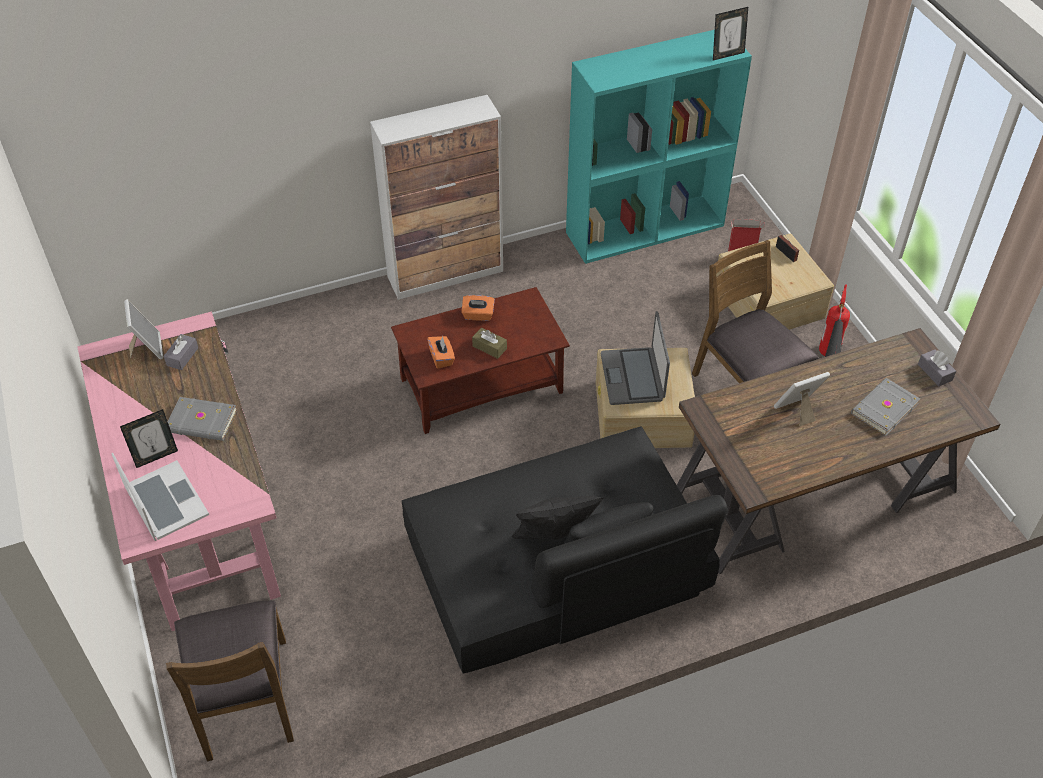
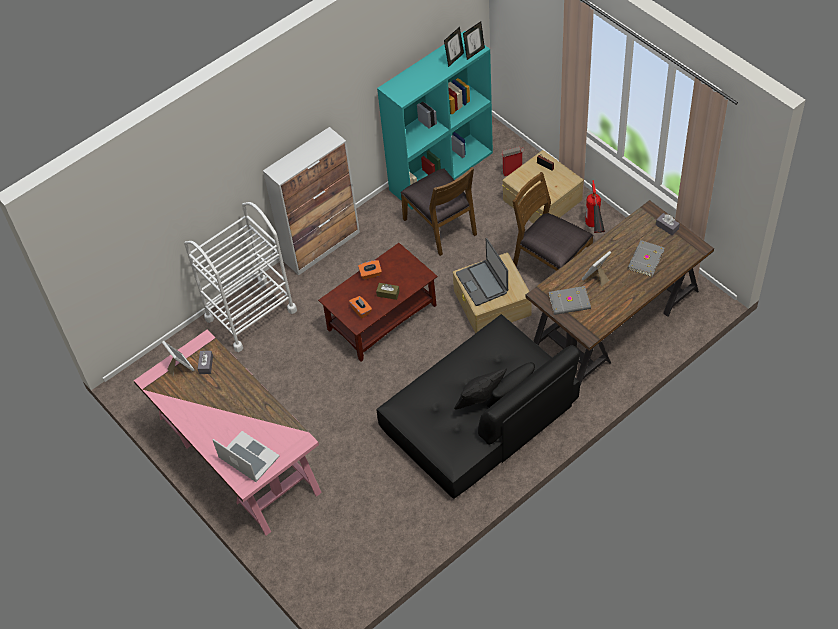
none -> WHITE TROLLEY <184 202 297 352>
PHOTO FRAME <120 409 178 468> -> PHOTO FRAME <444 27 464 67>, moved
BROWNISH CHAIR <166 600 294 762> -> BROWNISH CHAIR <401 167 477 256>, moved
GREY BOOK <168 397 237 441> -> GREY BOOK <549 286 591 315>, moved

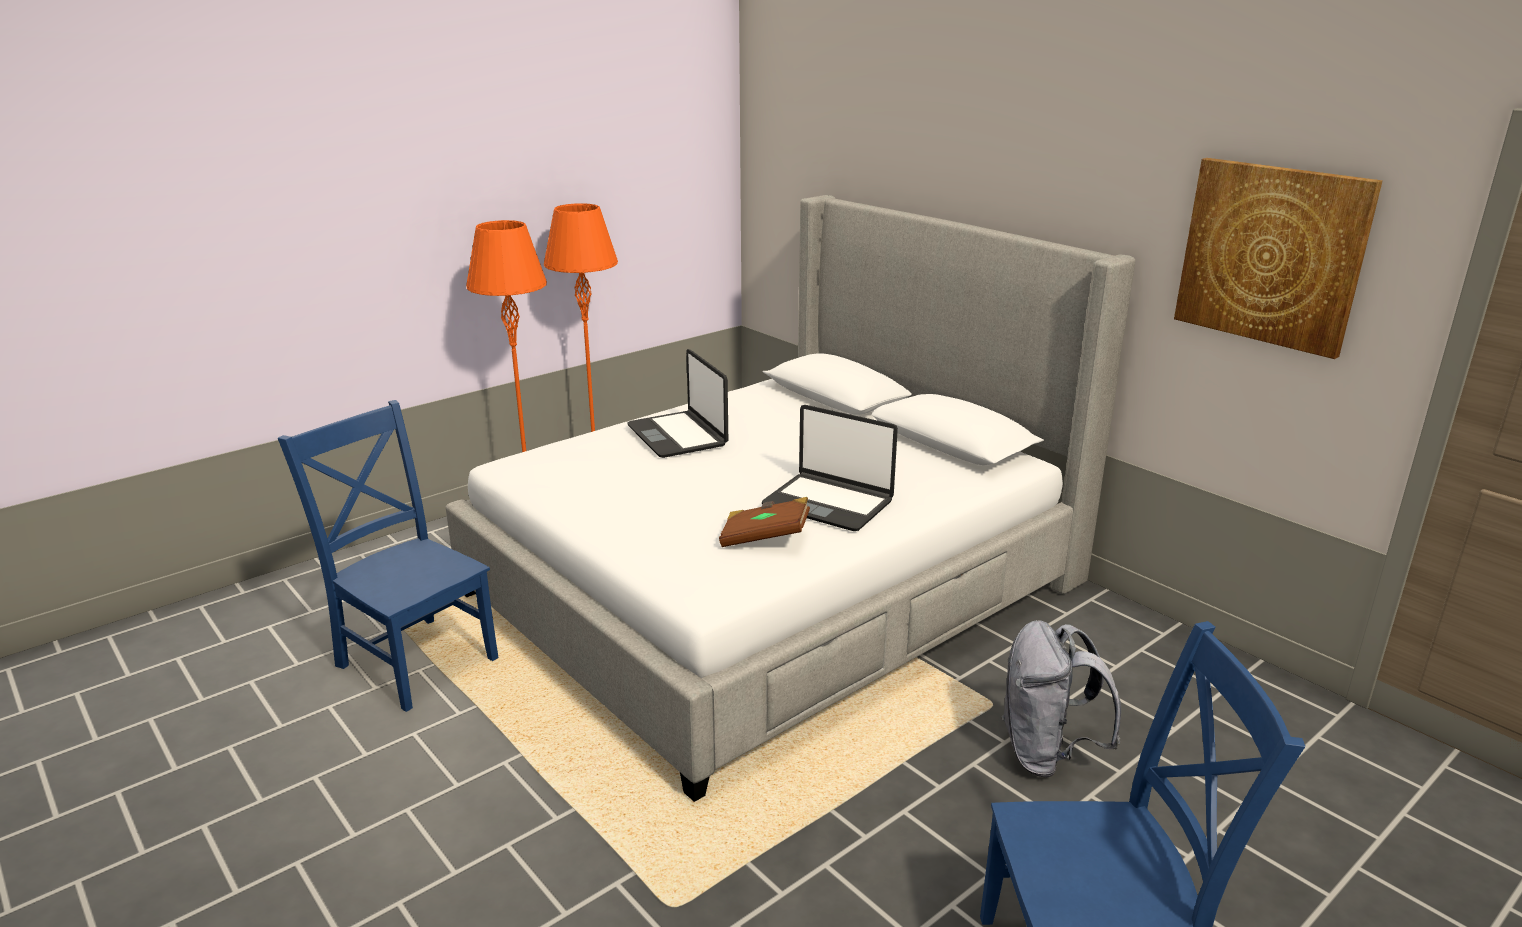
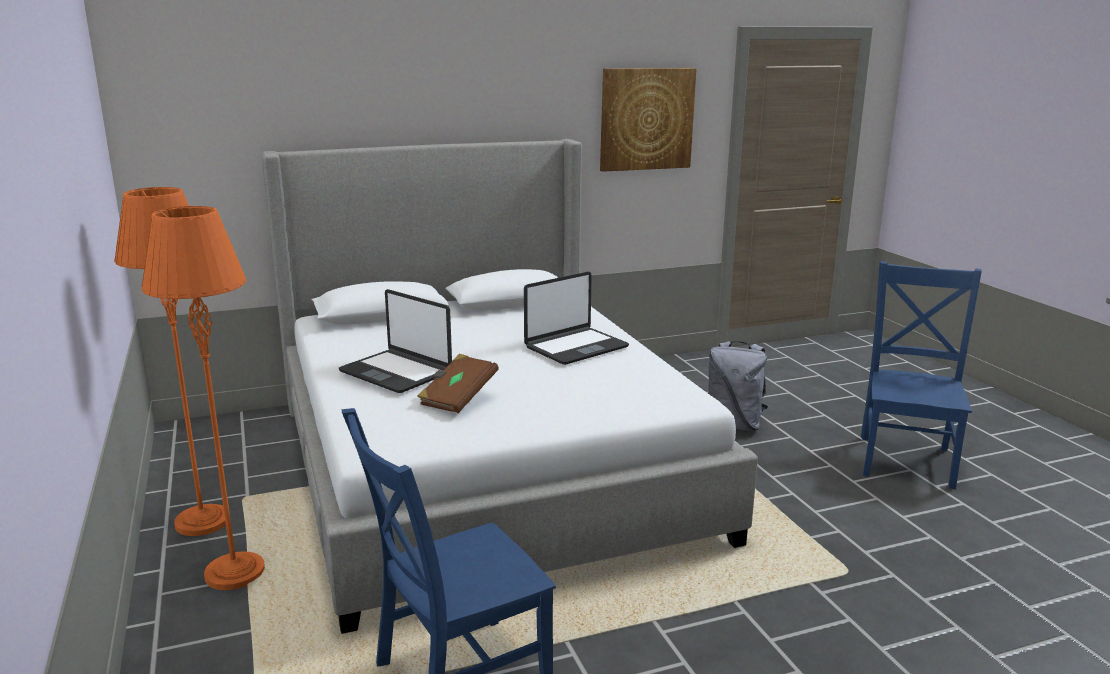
BROWNISH BOOK <719 497 810 547> -> BROWNISH BOOK <417 354 499 413>, moved
PORTABLE COMPUTER <627 349 729 458> -> PORTABLE COMPUTER <339 289 452 393>, 45 degrees clockwise

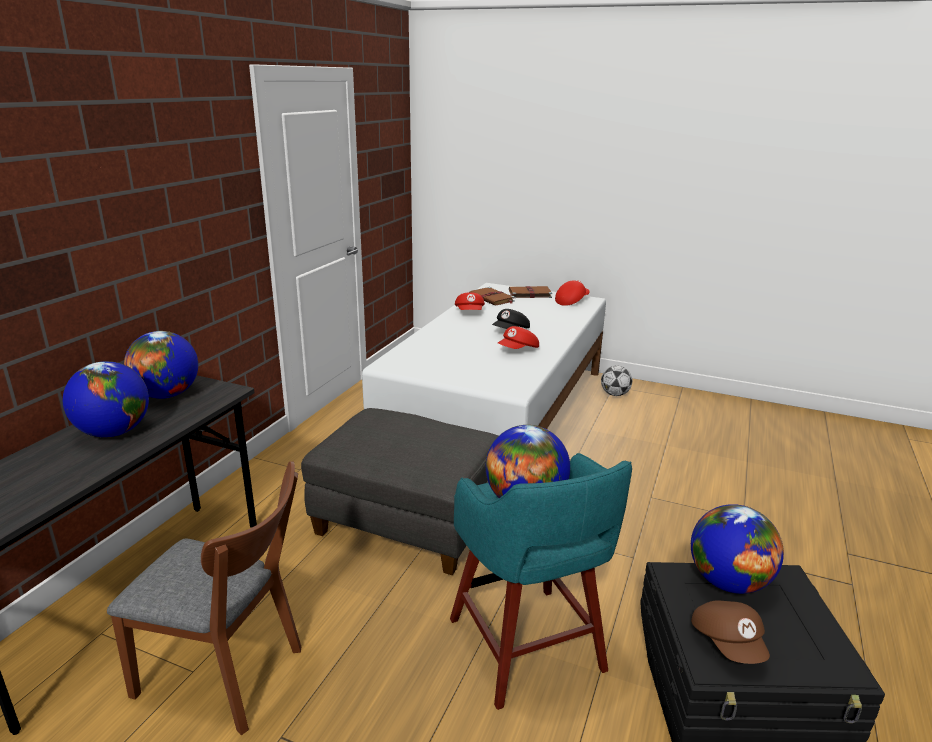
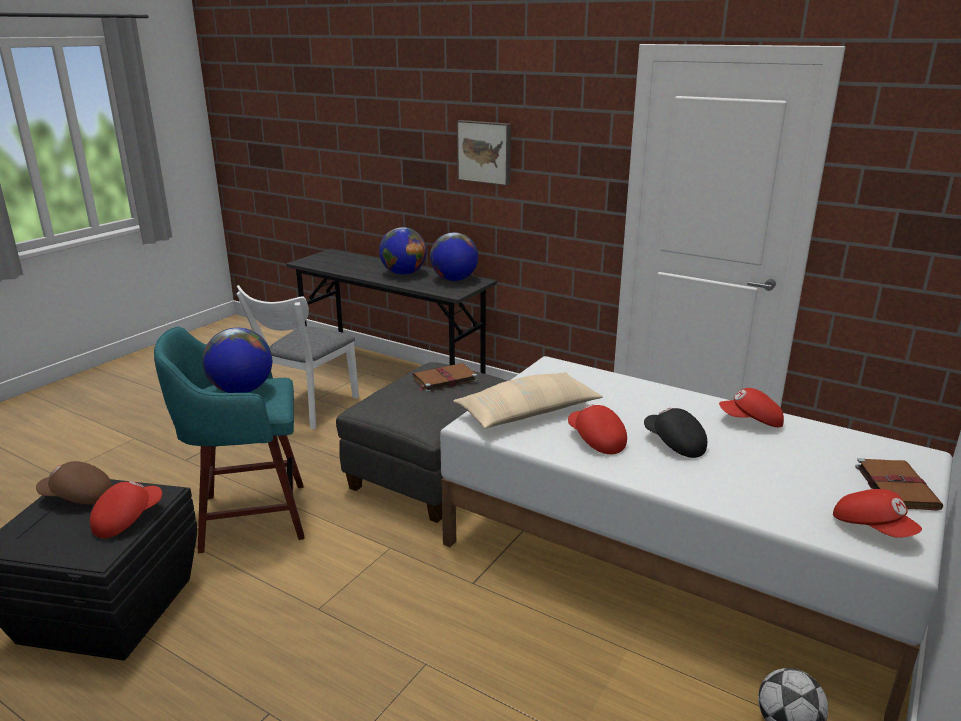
none -> BEIGE-COLOURED CUSHION <453 372 603 429>
none -> WALL PICTURE <457 120 511 186>
BROWNISH BOOK <470 287 515 305> -> BROWNISH BOOK <413 363 478 392>, moved
GLOBE <691 504 784 594> -> RED-COLOURED PEAKED CAP <90 481 162 538>
BROWNISH CHAIR <107 461 301 735> -> WHITE CHAIR <236 285 359 429>

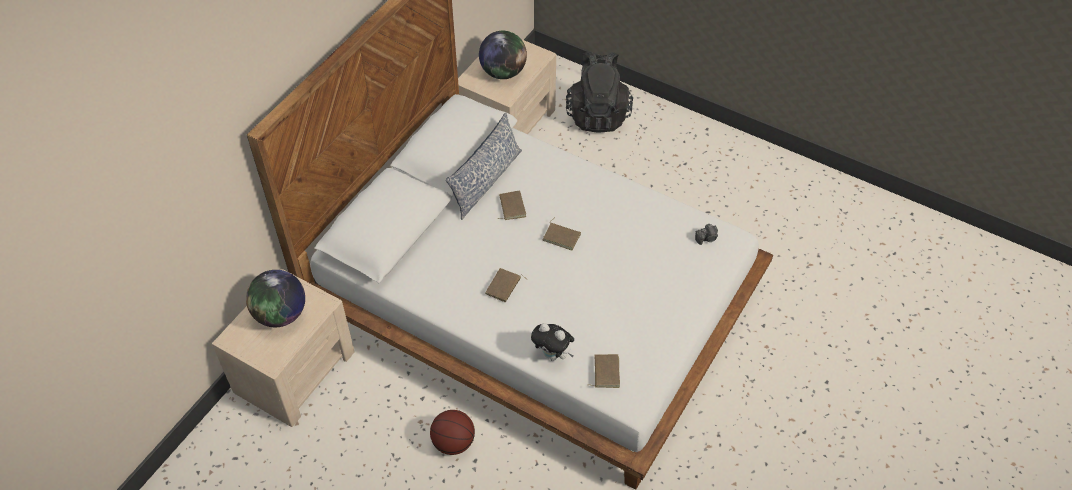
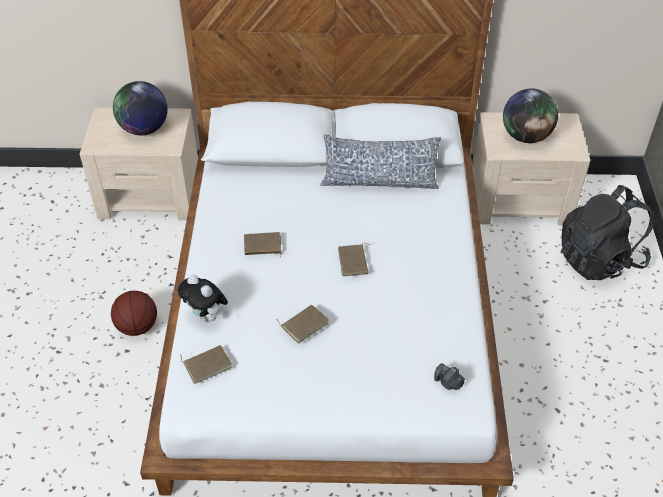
BROWNISH BOOK <498 190 526 220> -> BROWNISH BOOK <276 304 329 343>, moved
CUDDLY TOY <531 323 574 361> -> CUDDLY TOY <177 275 228 322>, 45 degrees counterclockwise

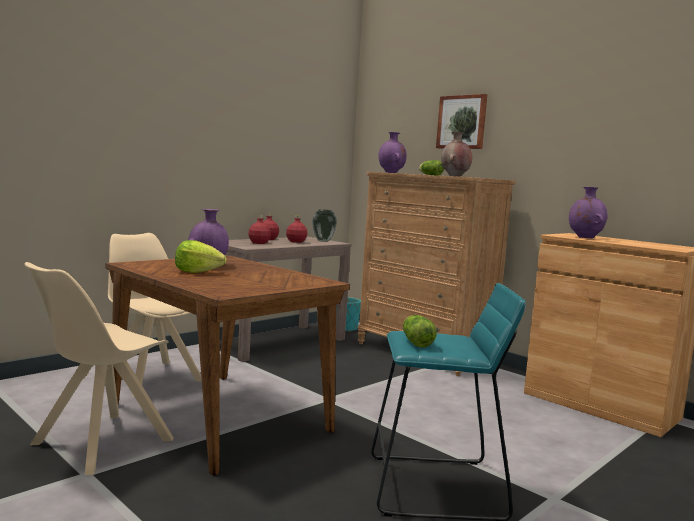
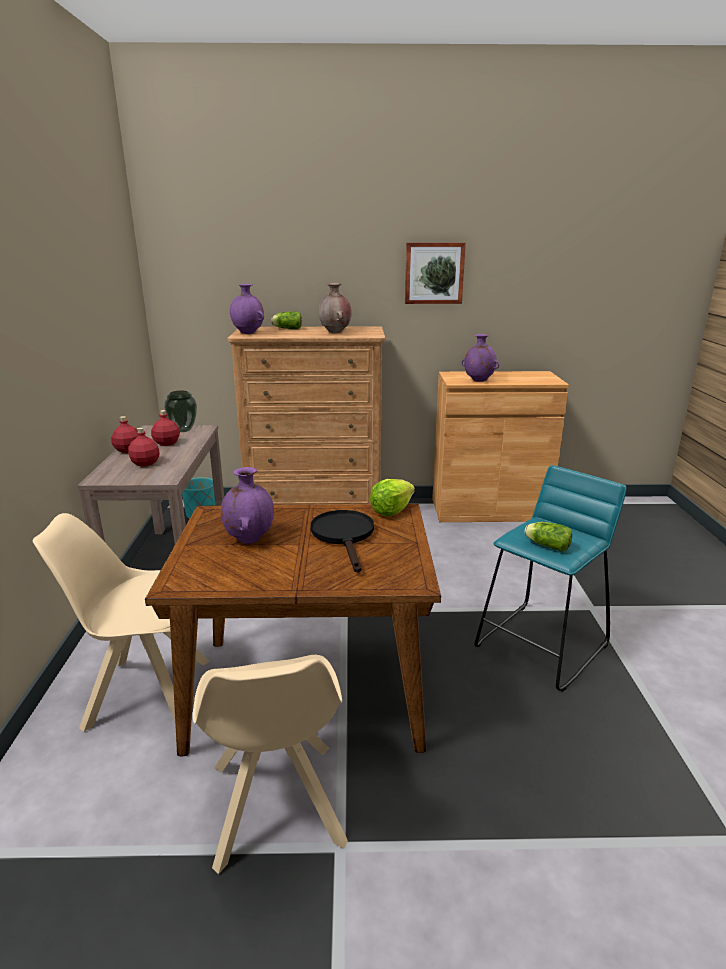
none -> BLACK-COLOURED PAN <311 510 374 573>
HEAD OF LETTUCE <175 240 227 273> -> HEAD OF LETTUCE <370 479 415 516>, moved
WALL PICTURE <436 94 487 149> -> WALL PICTURE <405 243 466 304>, moved

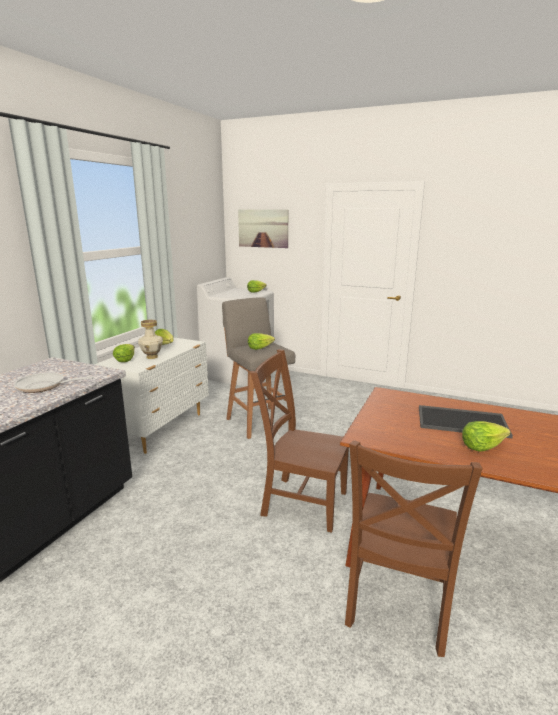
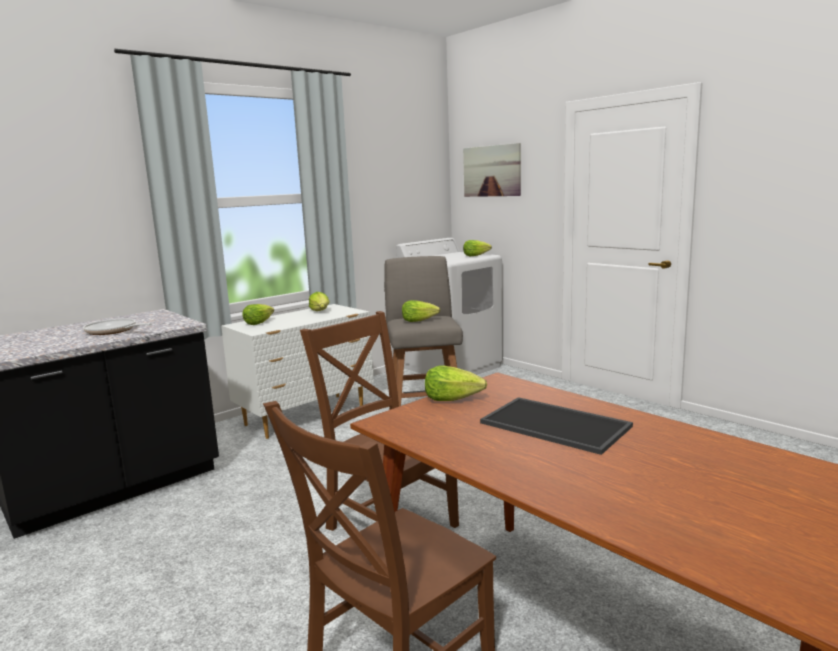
VASE <138 320 163 359> -> none
HEAD OF LETTUCE <462 421 511 452> -> HEAD OF LETTUCE <425 366 487 401>, moved

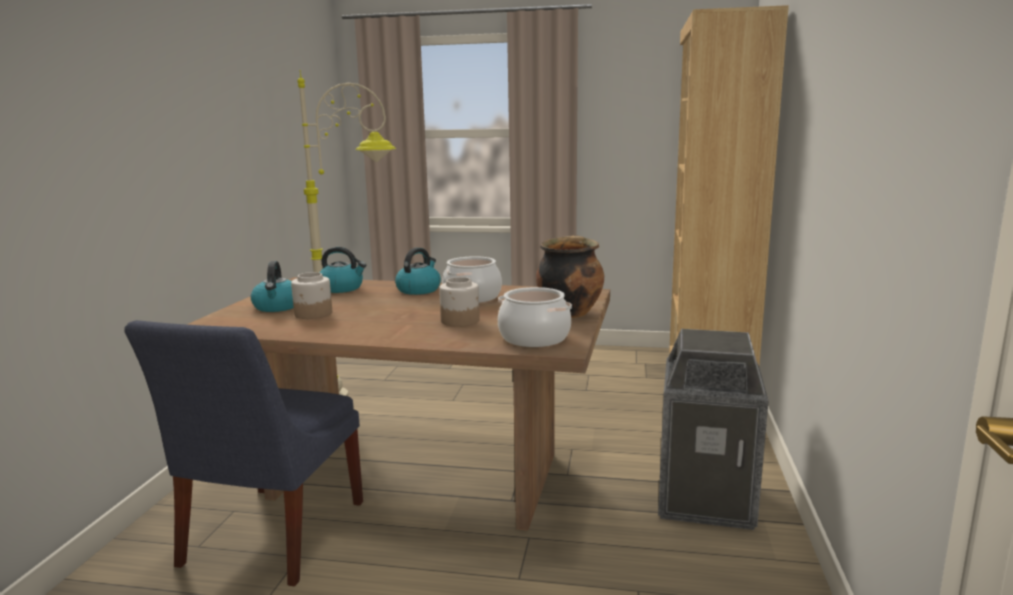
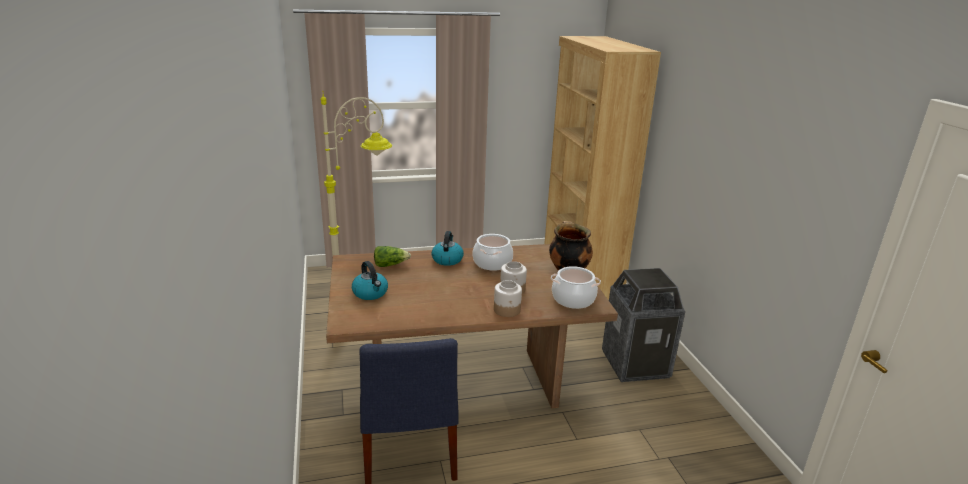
STORAGE JAR <291 272 332 319> -> STORAGE JAR <494 280 522 317>, moved
WATER KETTLE <320 247 366 293> -> HEAD OF LETTUCE <374 246 411 267>

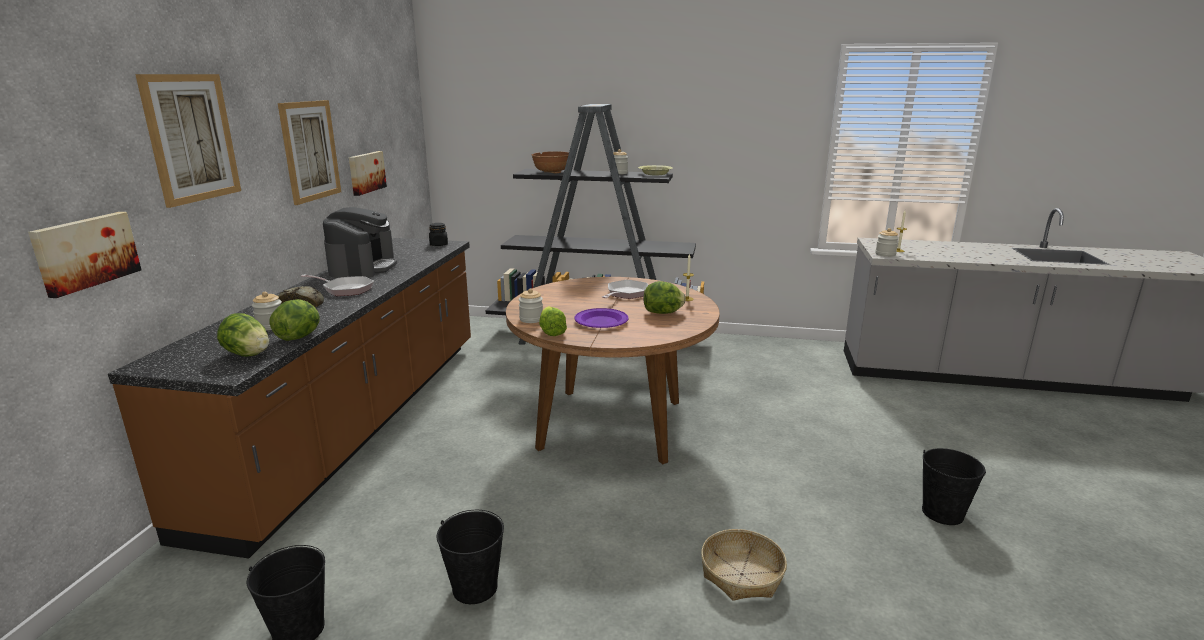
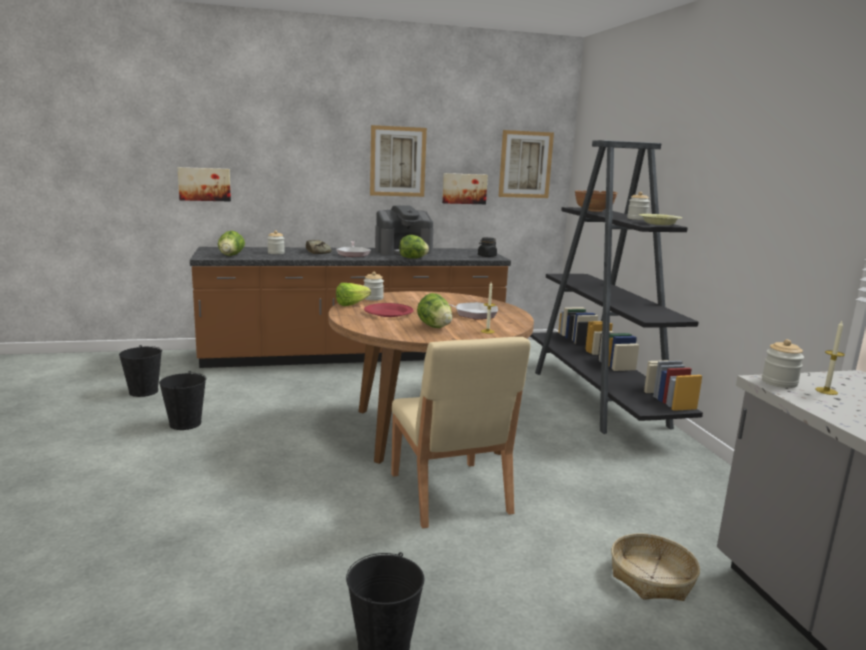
none -> BEIGE-COLOURED CHAIR <391 337 530 528>
WALL PICTURE <135 74 241 208> -> WALL PICTURE <498 130 554 198>, moved
HEAD OF LETTUCE <270 299 320 341> -> HEAD OF LETTUCE <399 235 429 259>, moved
STORAGE BASKET <701 529 787 601> -> STORAGE BASKET <611 533 700 601>, moved
PURPLE-COLOURED FLAT DISH <575 308 629 328> -> RED-COLOURED FLAT DISH <364 303 414 317>

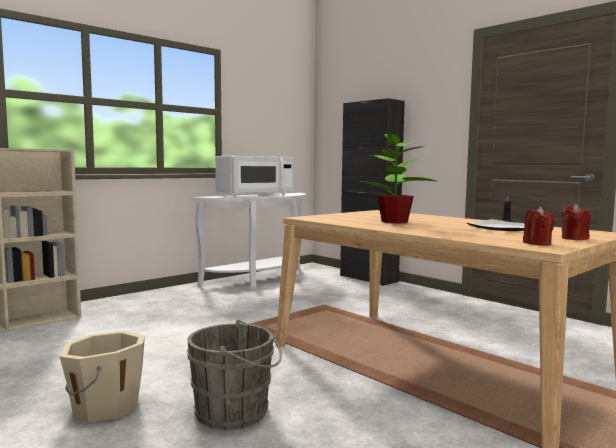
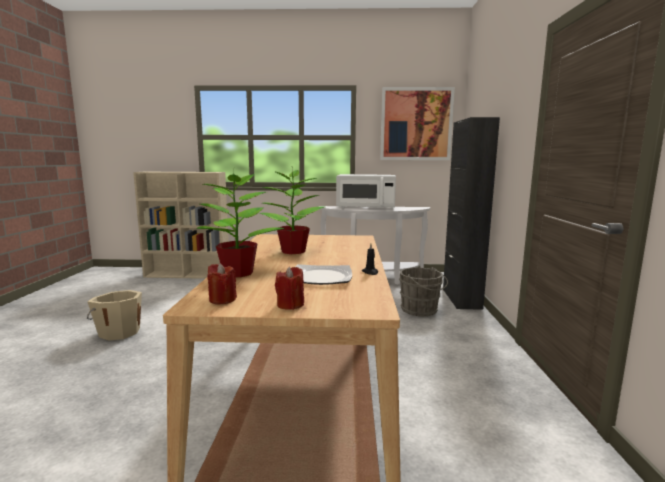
none -> PLANT IN A POT <197 170 285 277>
none -> WALL PICTURE <380 87 455 160>
GREY BUCKET <187 320 282 430> -> GREY BUCKET <400 267 448 316>, moved

